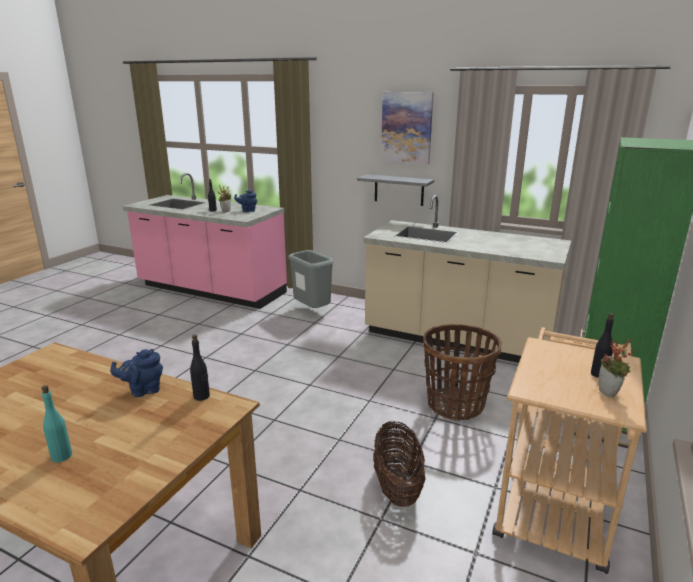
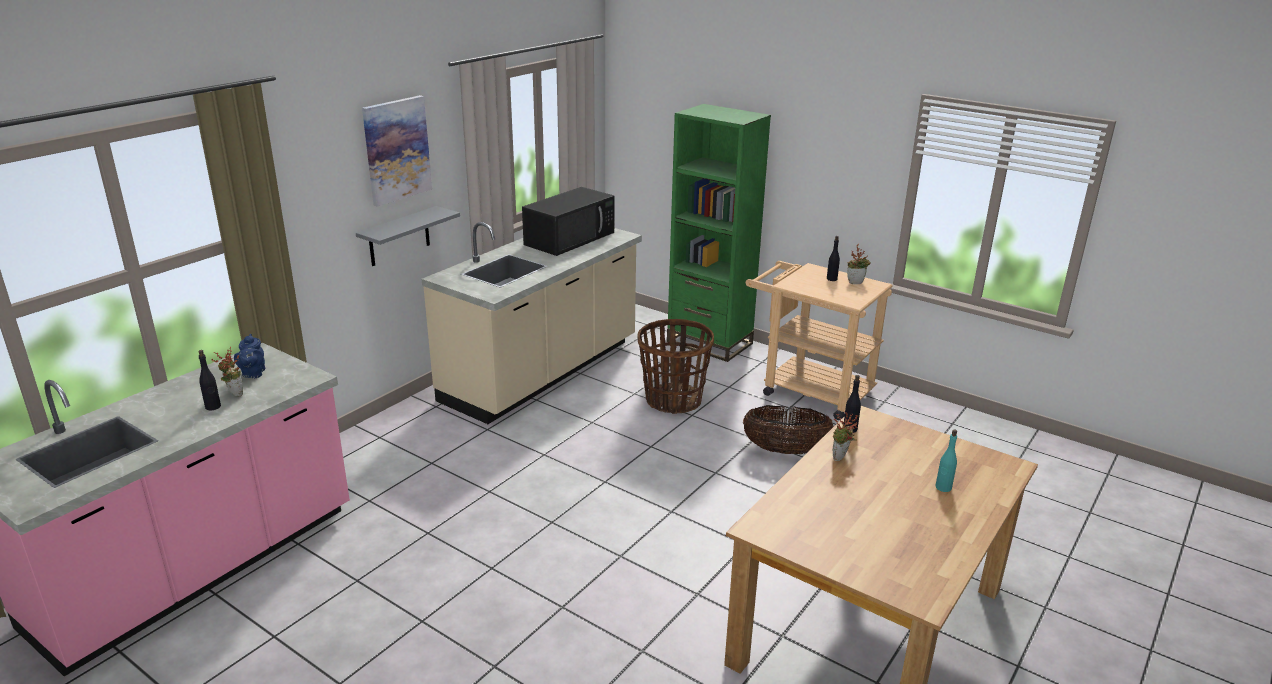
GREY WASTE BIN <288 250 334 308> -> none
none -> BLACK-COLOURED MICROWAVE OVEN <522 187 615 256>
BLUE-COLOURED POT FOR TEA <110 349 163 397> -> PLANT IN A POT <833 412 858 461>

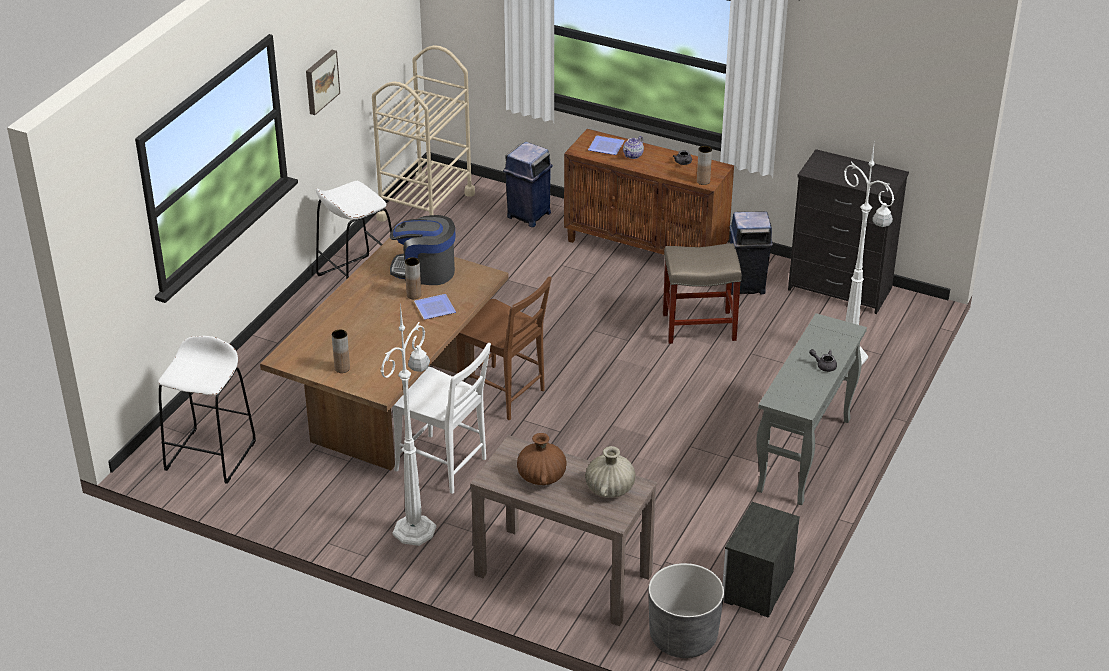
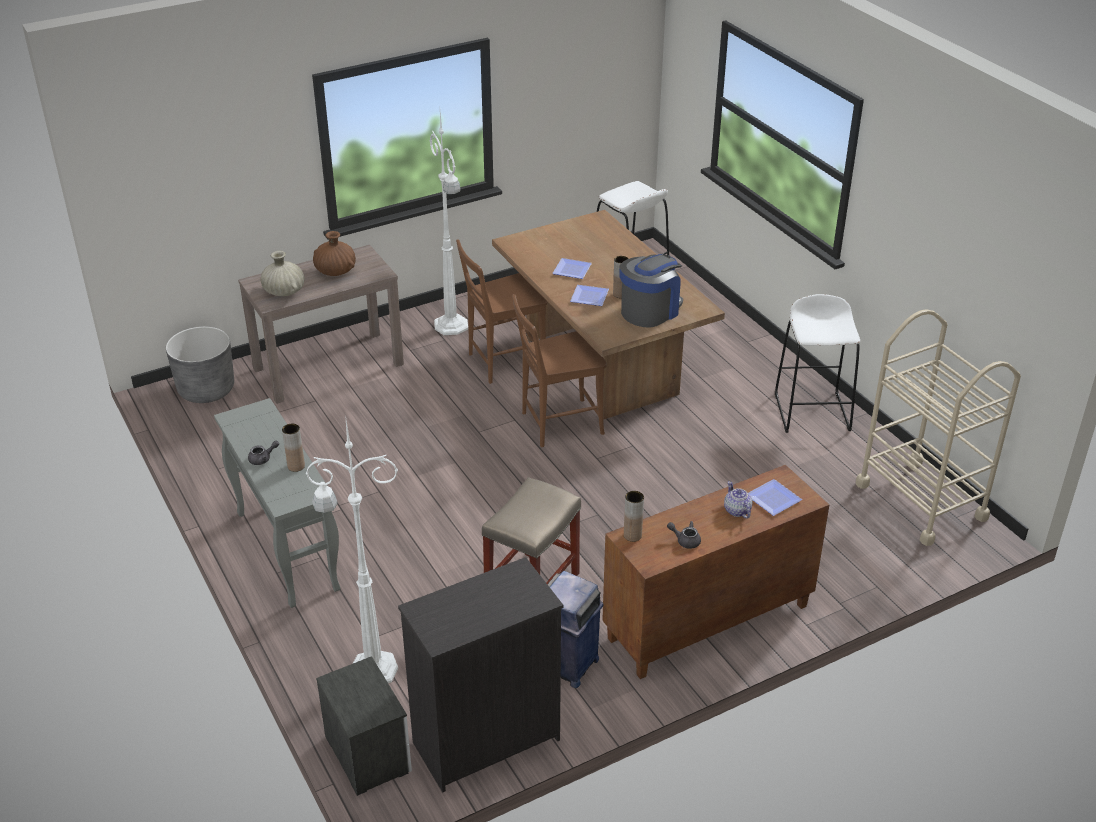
WALL PICTURE <306 50 340 115> -> none
BLUE-COLOURED WASTE BIN <503 142 553 227> -> none
none -> FLAT DISH <552 258 592 279>
BROWNISH VASE <332 329 350 373> -> BROWNISH VASE <282 424 305 472>, moved
NIGHT TABLE <723 502 800 618> -> NIGHT TABLE <316 656 412 796>, moved
WHITE CHAIR <392 343 491 494> -> BROWNISH CHAIR <456 239 548 384>

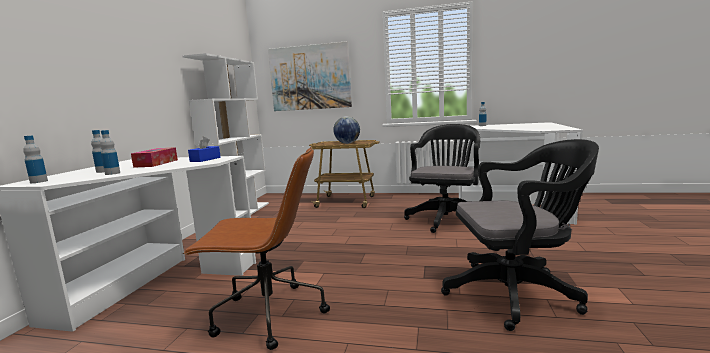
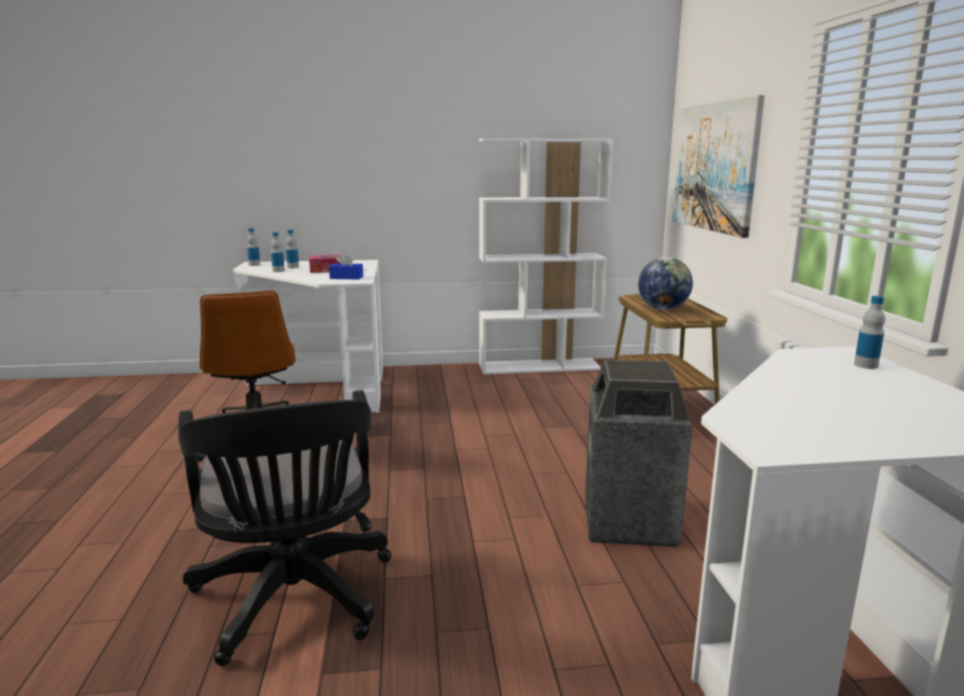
BLACK-COLOURED COMPUTER CHAIR <404 124 480 233> -> WASTE BIN <585 360 692 547>

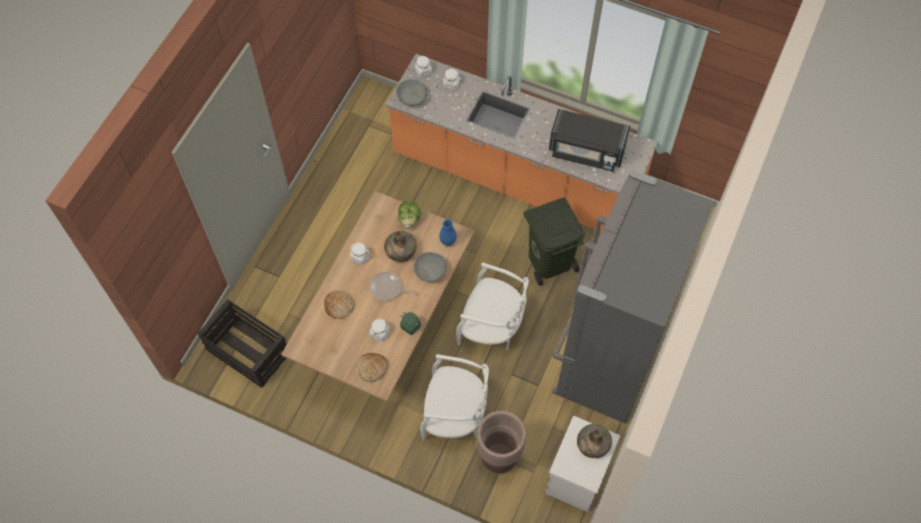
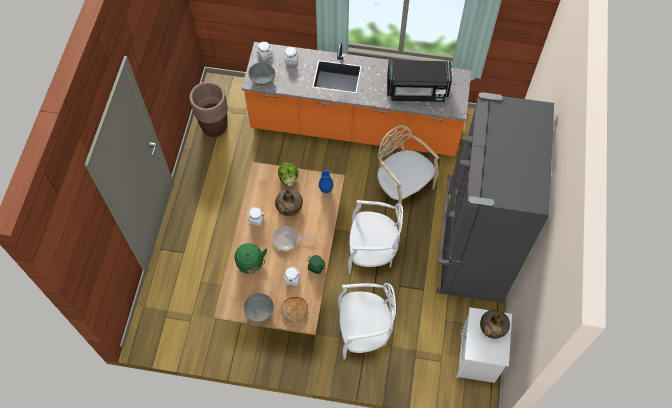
SHIPPING CRATE <198 299 287 388> -> none
GREY DEEP DISH <414 252 447 282> -> GREY DEEP DISH <244 293 274 322>, moved
BROWNISH FLOWER POT <477 411 526 474> -> BROWNISH FLOWER POT <189 82 228 137>, moved
BAKED BREAD <324 291 354 319> -> GREEN-COLOURED WATER KETTLE <235 243 267 274>
GREEN-COLOURED WASTE BIN <523 197 585 286> -> BEIGE-COLOURED CHAIR <377 125 439 212>

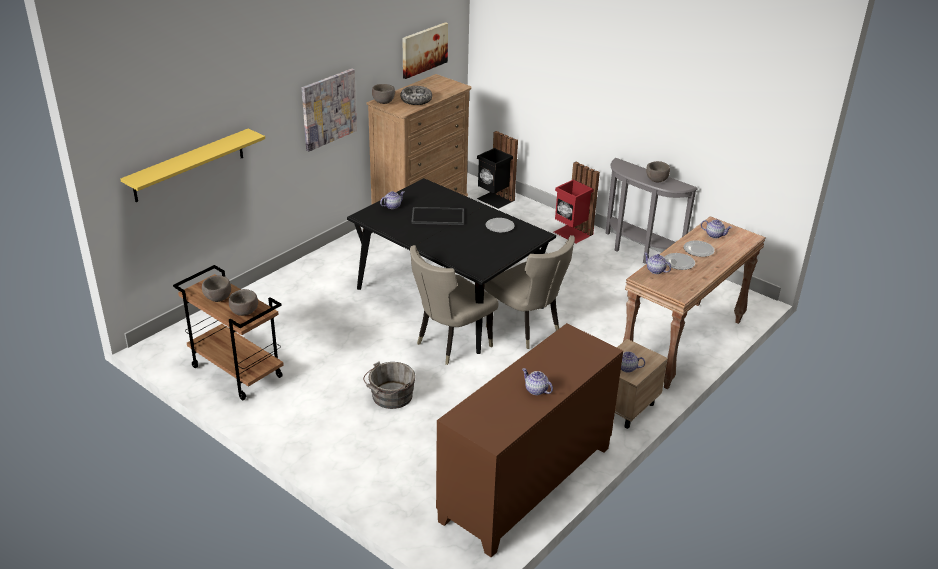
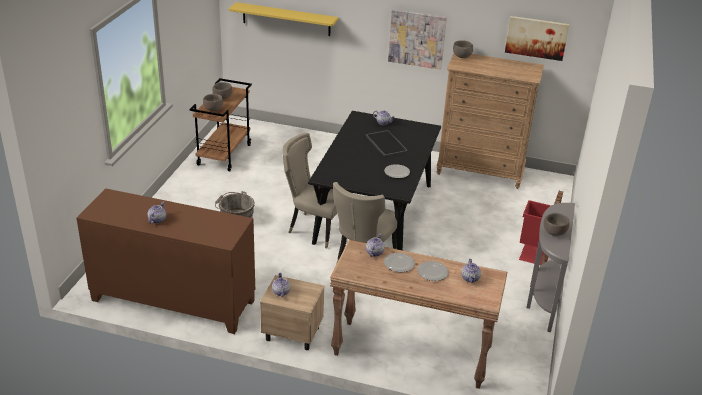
DEEP DISH <400 86 432 105> -> none
BLACK-COLOURED WASTE BIN <477 131 518 209> -> none

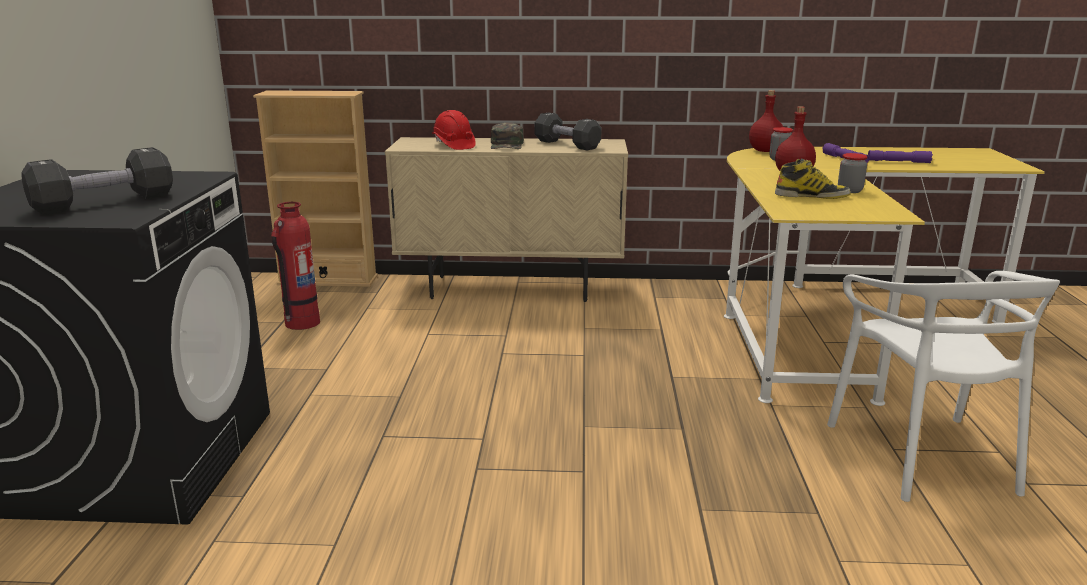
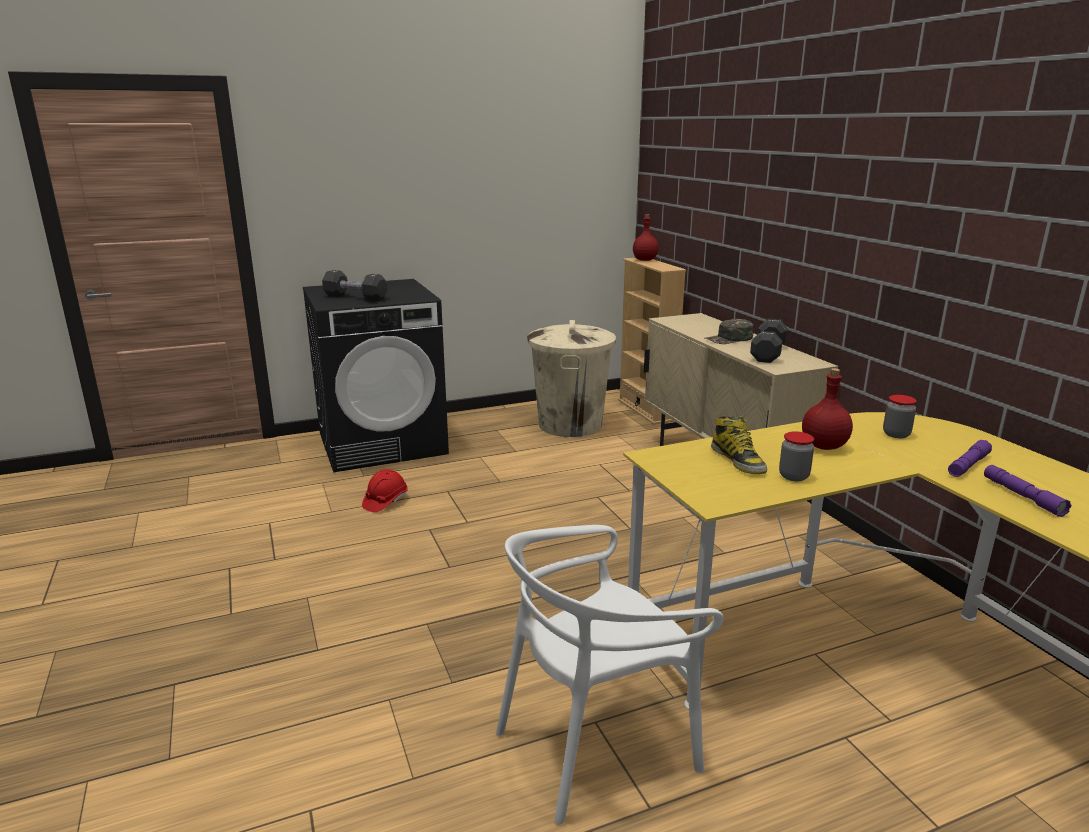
RED-COLOURED HARD HAT <432 110 476 150> -> RED-COLOURED HARD HAT <362 469 408 512>, moved
RED-COLOURED BEVERAGE BOTTLE <749 90 783 152> -> RED-COLOURED BEVERAGE BOTTLE <633 214 659 261>, moved
FIRE-FIGHTING CYLINDER <271 202 320 330> -> BEIGE-COLOURED WASTE BIN <527 320 616 437>

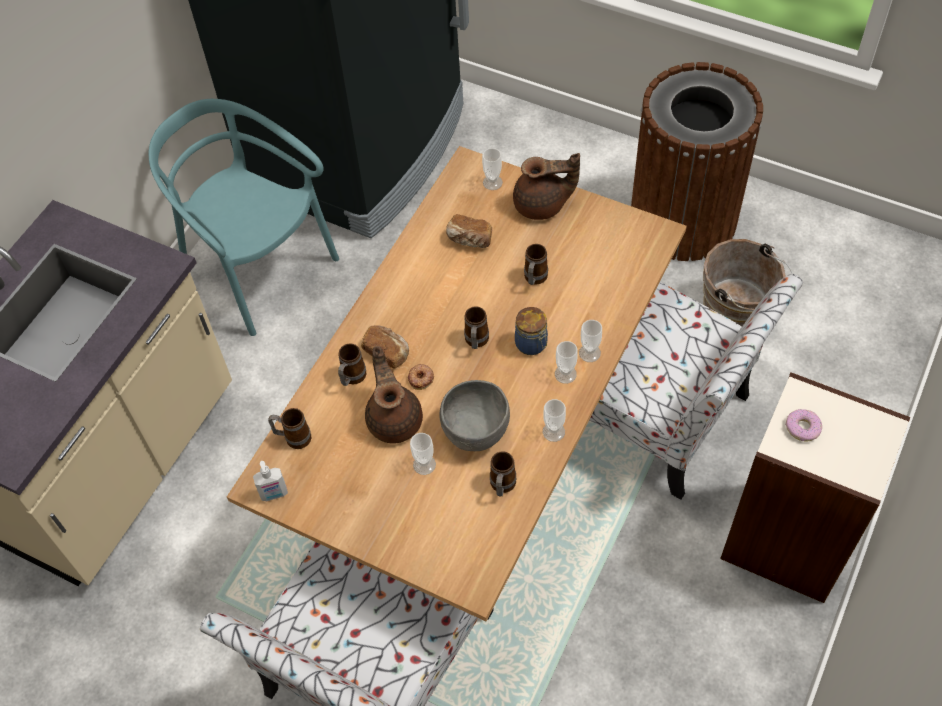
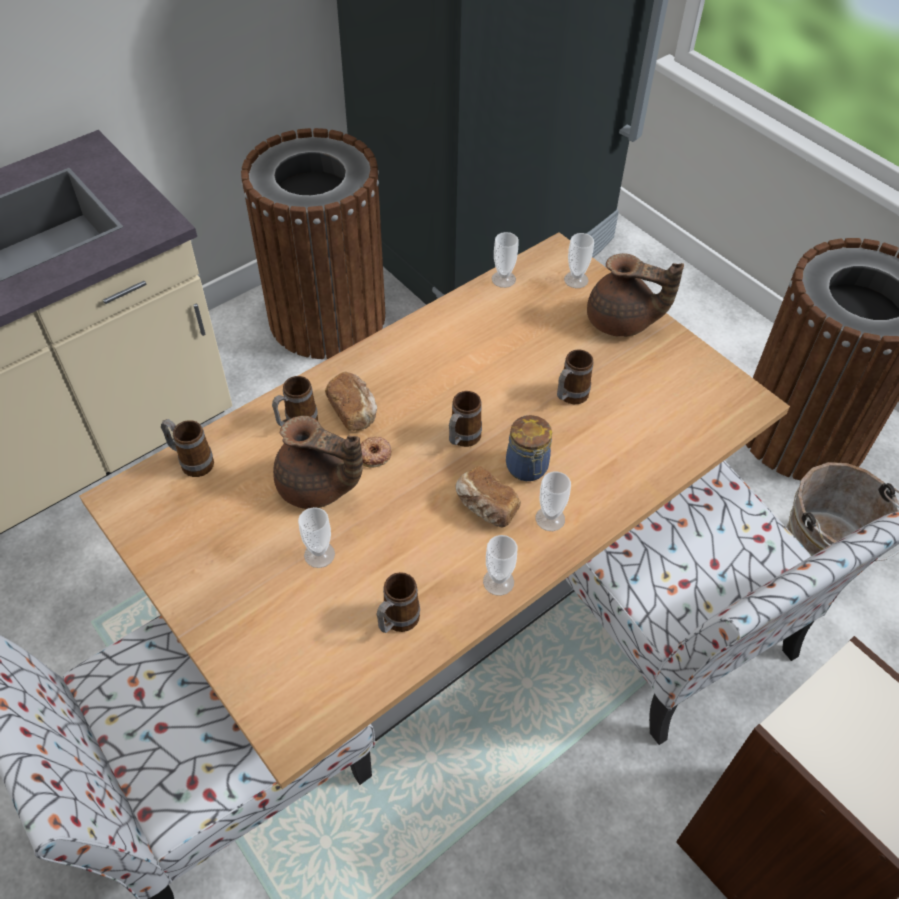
LIQUID SOAP BOTTLE <253 461 288 501> -> none
GREY DEEP DISH <439 380 510 451> -> none
DOUGHNUT <785 409 822 442> -> none
BAKED BREAD <446 214 492 248> -> BAKED BREAD <455 466 521 527>, moved
DRINKING CUP <579 320 602 362> -> DRINKING CUP <492 232 519 288>, moved
TURQUOISE CHAIR <149 99 339 336> -> BROWNISH WASTE BIN <241 128 385 359>
BROWNISH POT FOR TEA <365 346 423 444> -> BROWNISH POT FOR TEA <273 416 363 509>, 105 degrees clockwise

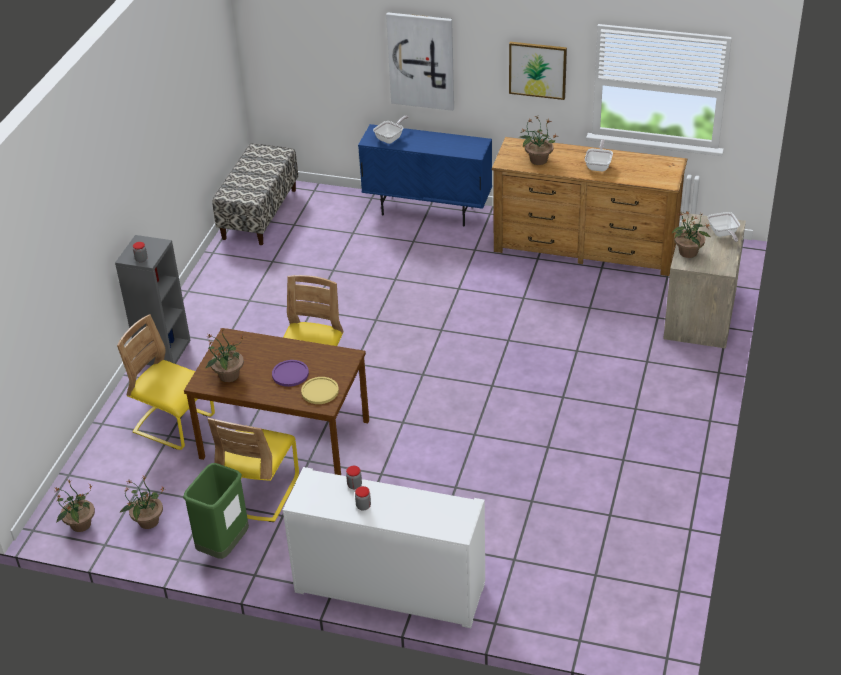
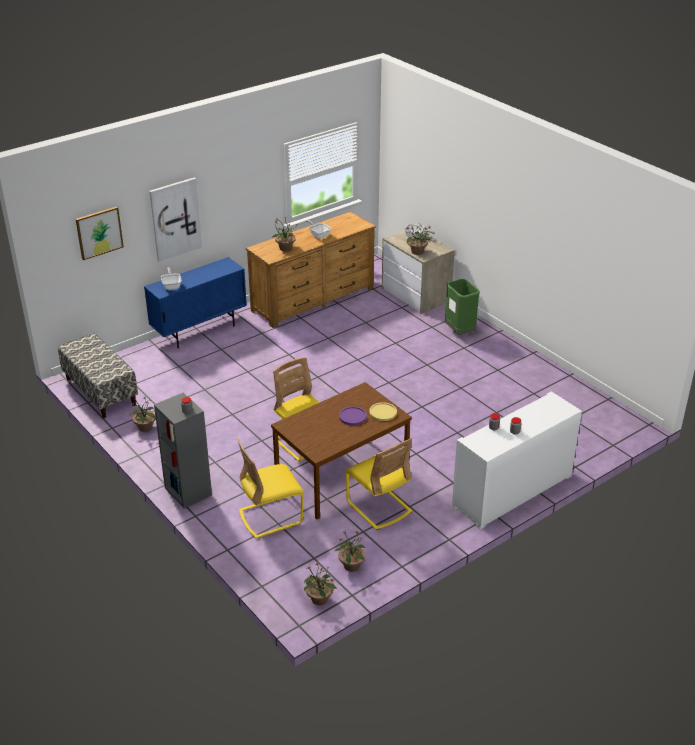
GREEN-COLOURED WASTE BIN <183 463 249 559> -> GREEN-COLOURED WASTE BIN <445 279 480 335>, moved
PLANT IN A POT <205 328 244 382> -> PLANT IN A POT <129 396 156 432>, moved
WALL PICTURE <509 42 567 100> -> WALL PICTURE <76 207 124 260>, moved

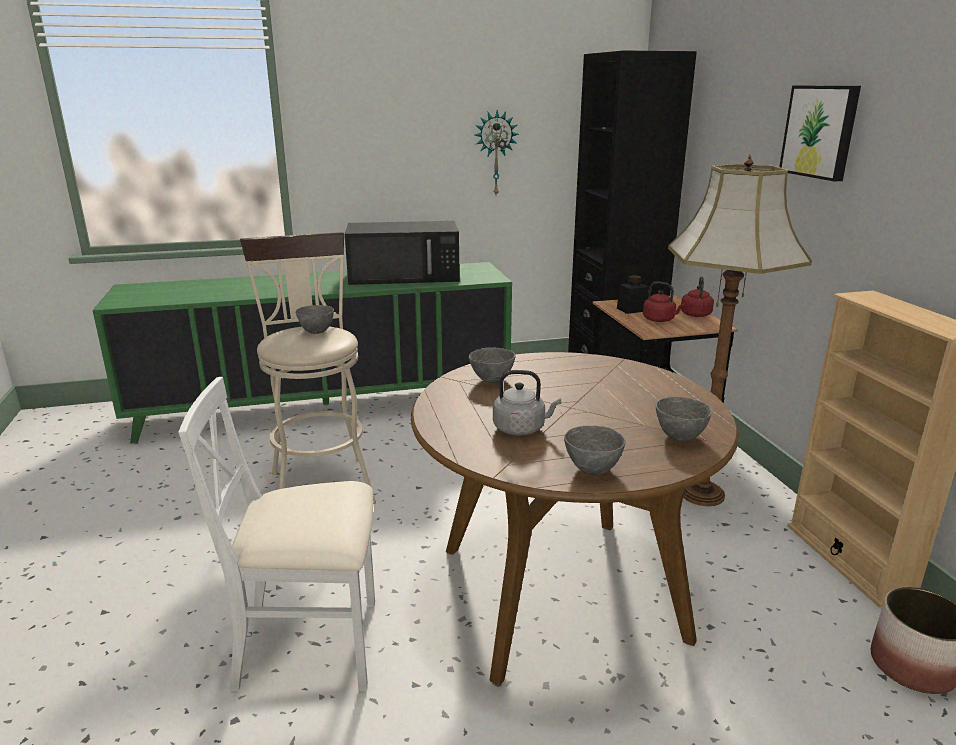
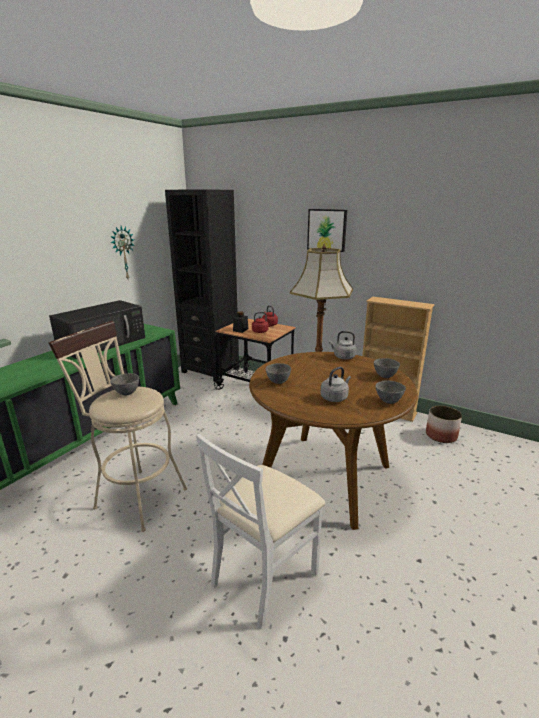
none -> GREY WATER KETTLE <329 331 356 359>

